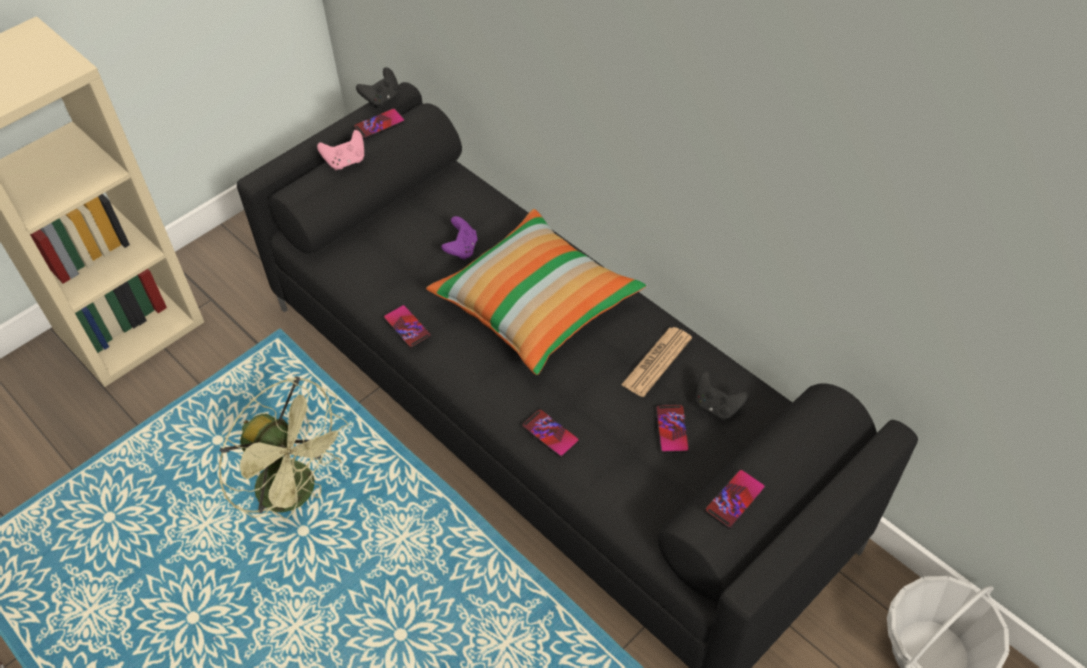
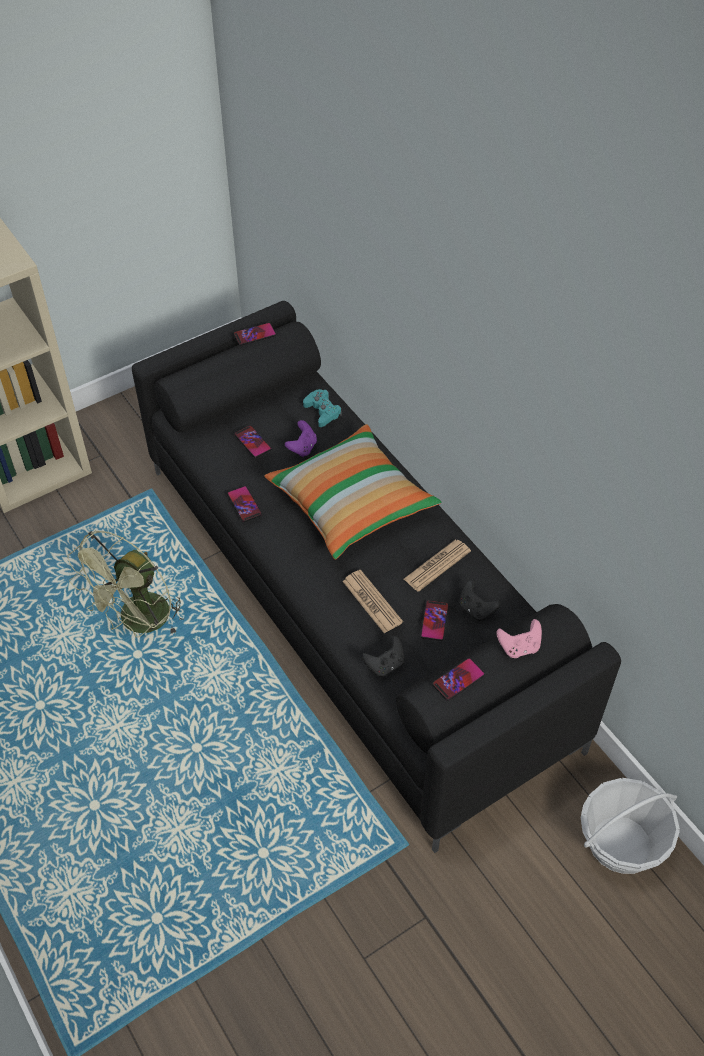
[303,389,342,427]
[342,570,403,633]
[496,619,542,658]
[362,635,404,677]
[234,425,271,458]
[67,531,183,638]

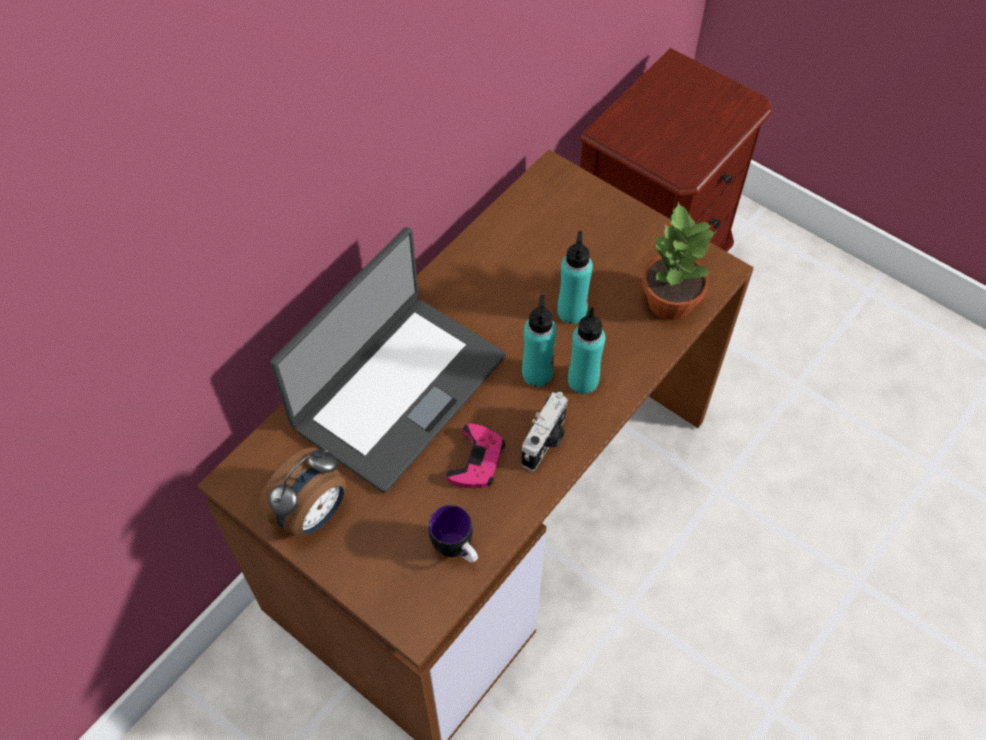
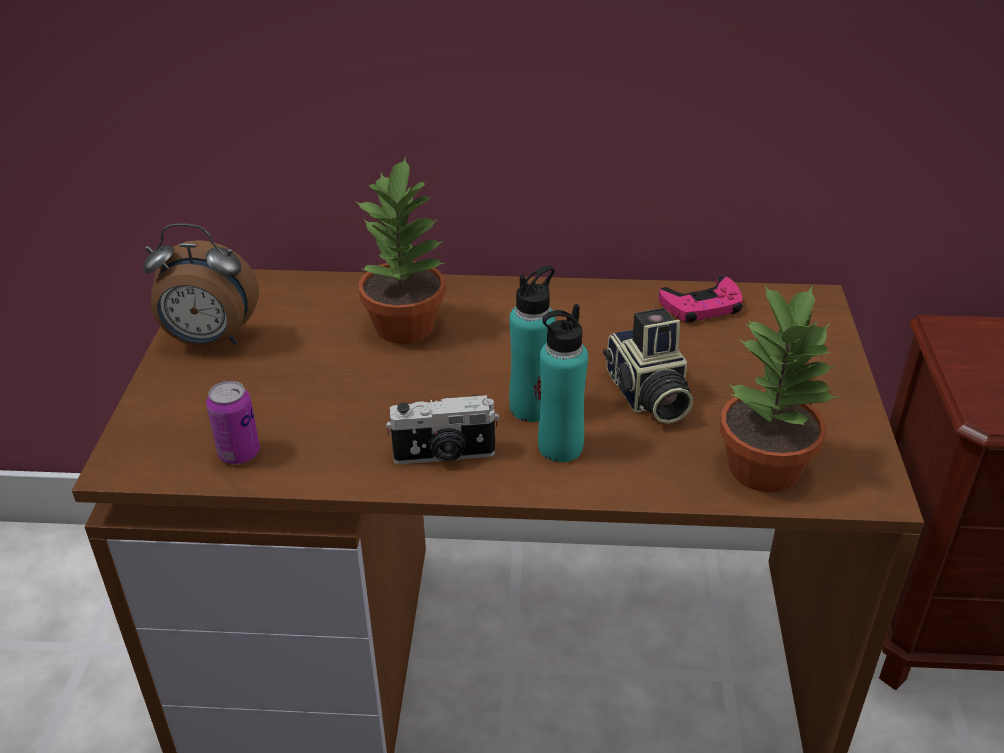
[659,276,743,323]
[355,156,445,344]
[206,381,260,464]
[603,308,693,424]

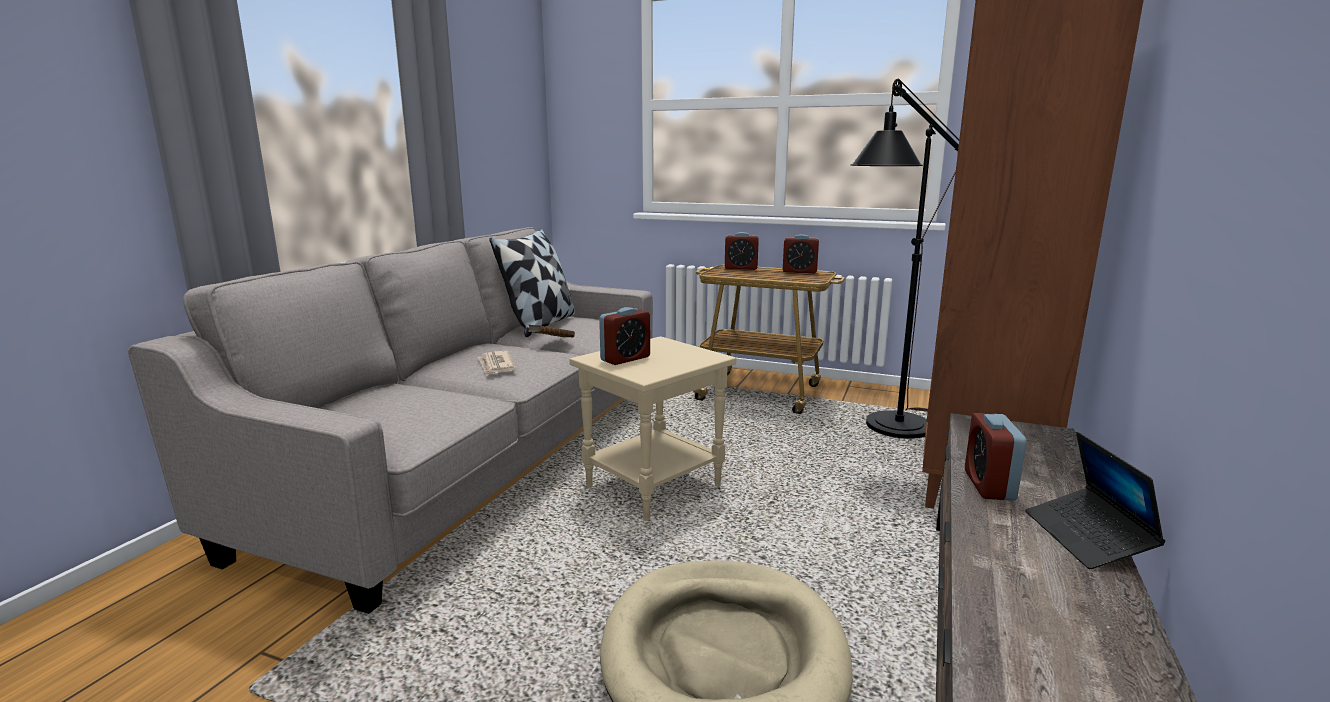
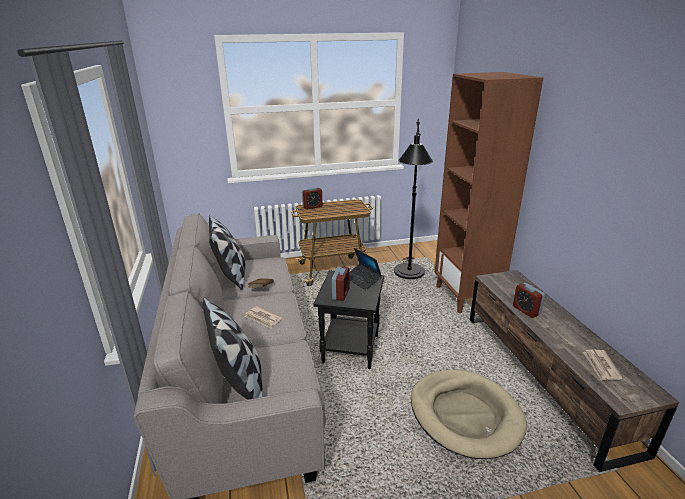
[783,234,819,273] (first image)
[203,297,263,400]
[583,350,623,381]
[349,248,382,290]
[313,270,384,369]

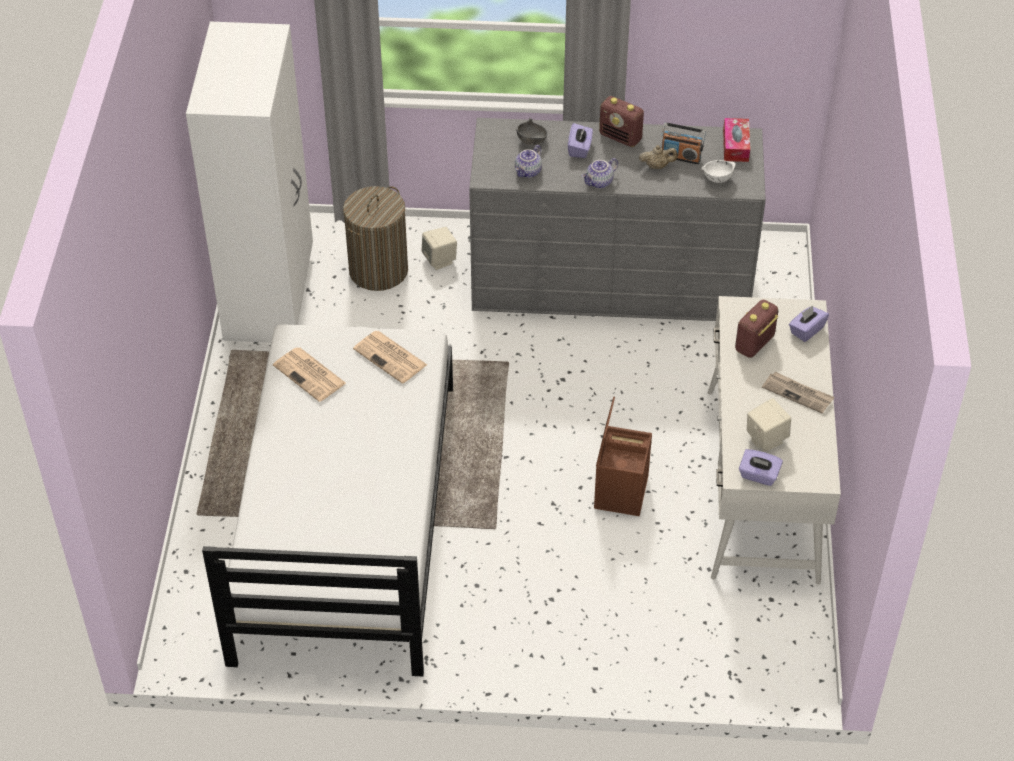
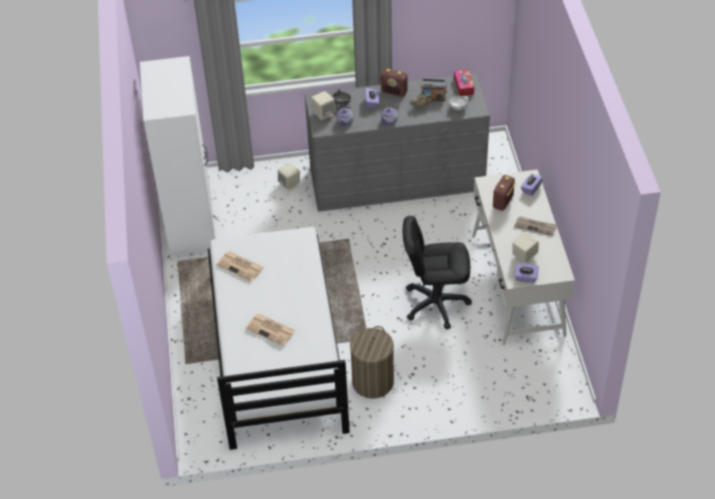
[311,91,336,120]
[350,326,394,399]
[245,314,295,346]
[403,216,472,330]

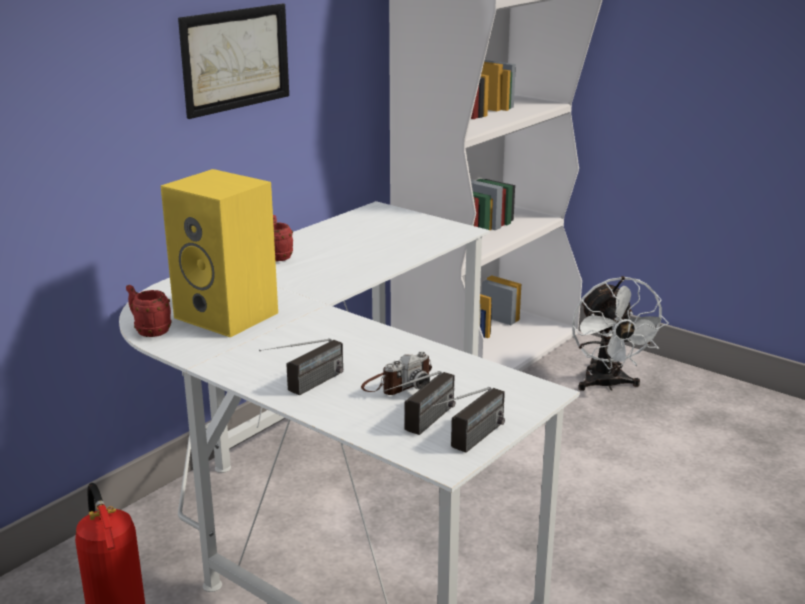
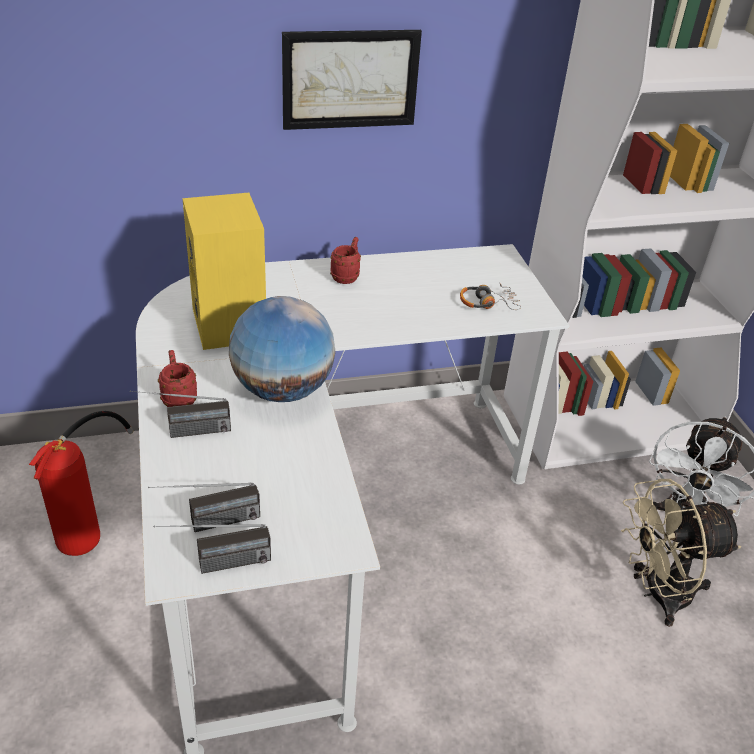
[361,351,432,395] (first image)
[229,296,336,402]
[460,284,521,310]
[621,479,741,627]
[158,350,197,407]

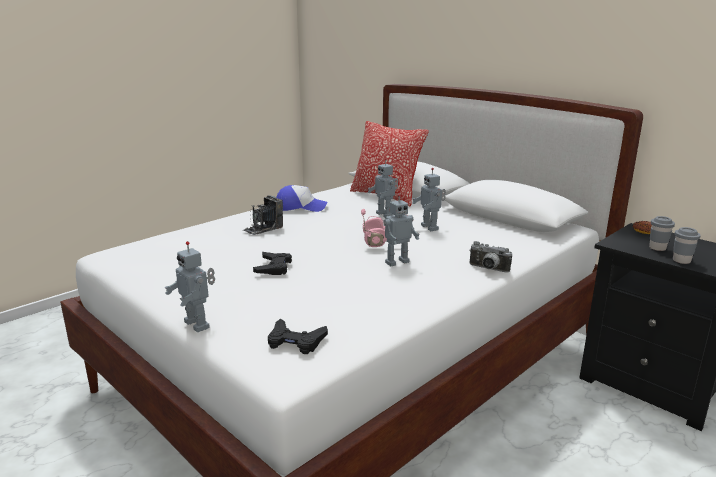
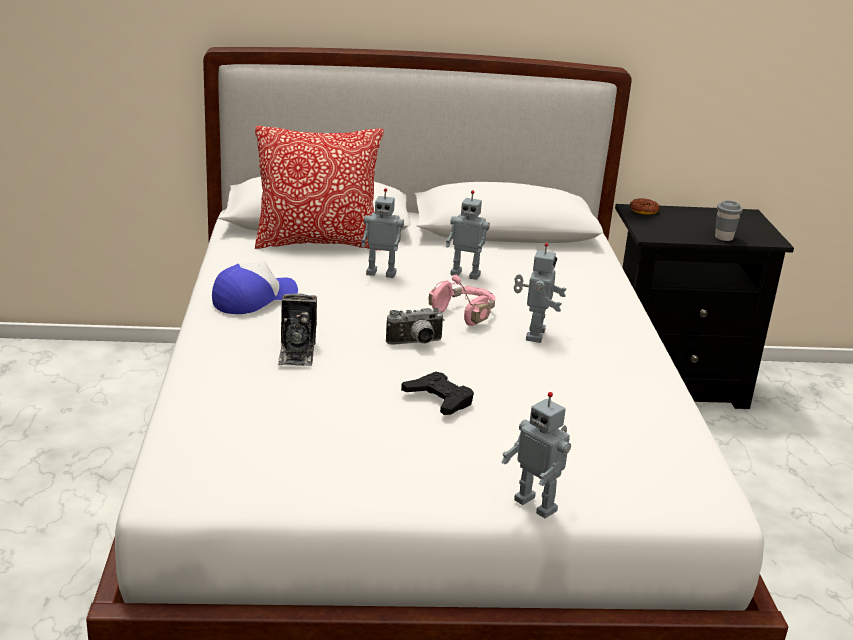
[268,319,328,354] (first image)
[649,216,675,251] (first image)
[386,308,445,345]
[501,392,571,518]

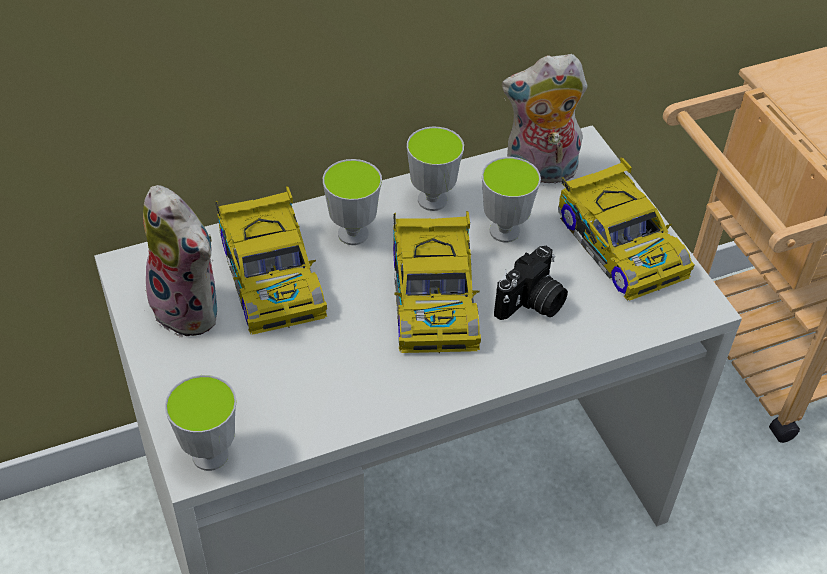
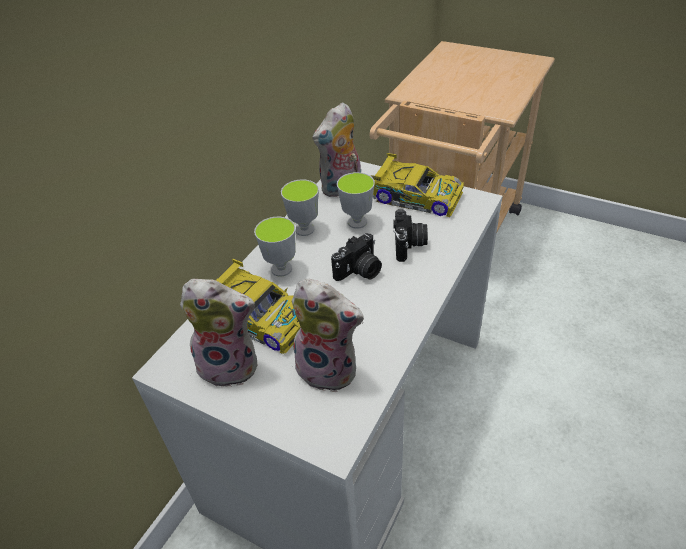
[165,375,237,471] (first image)
[292,279,364,393]
[331,233,382,281]

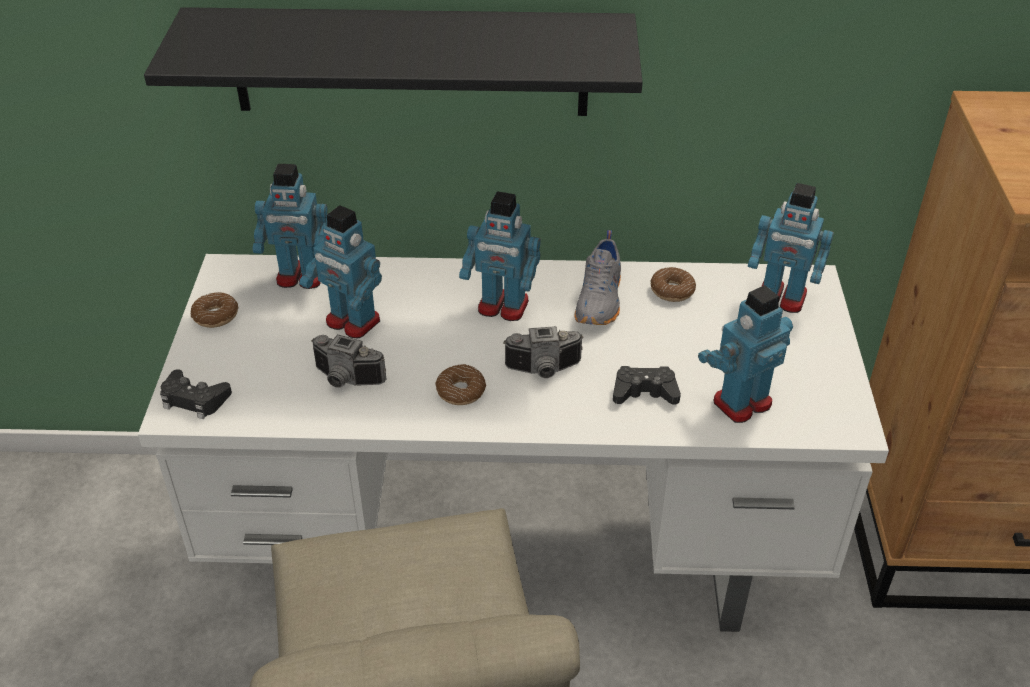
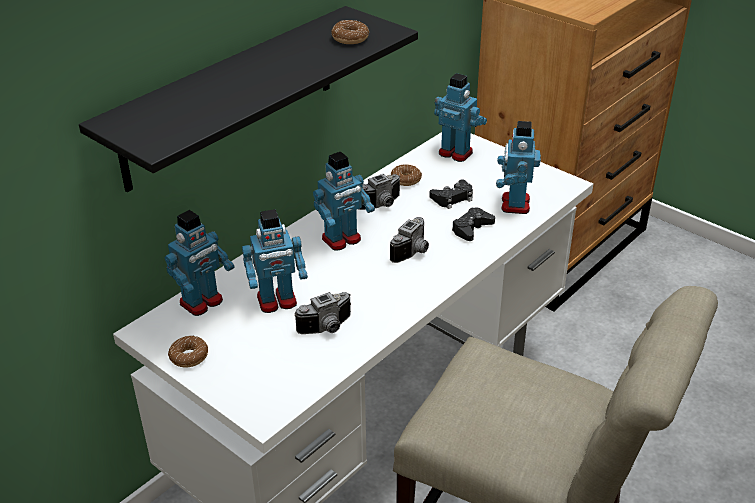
[429,180,473,209]
[331,20,369,44]
[359,174,400,210]
[434,73,487,162]

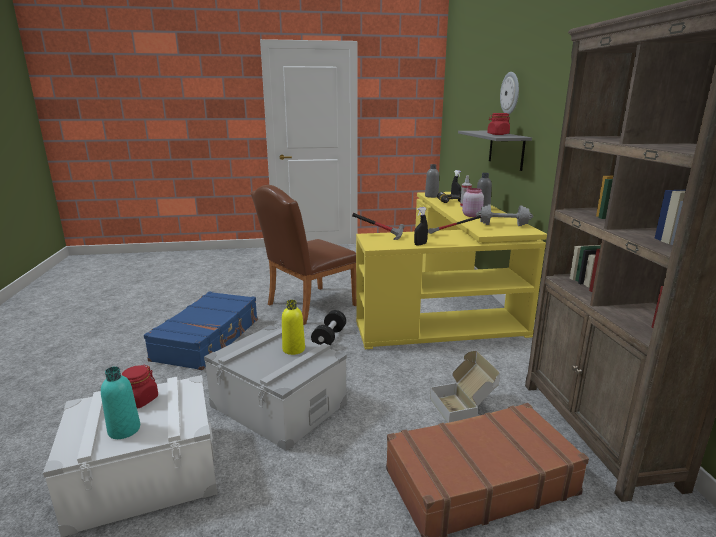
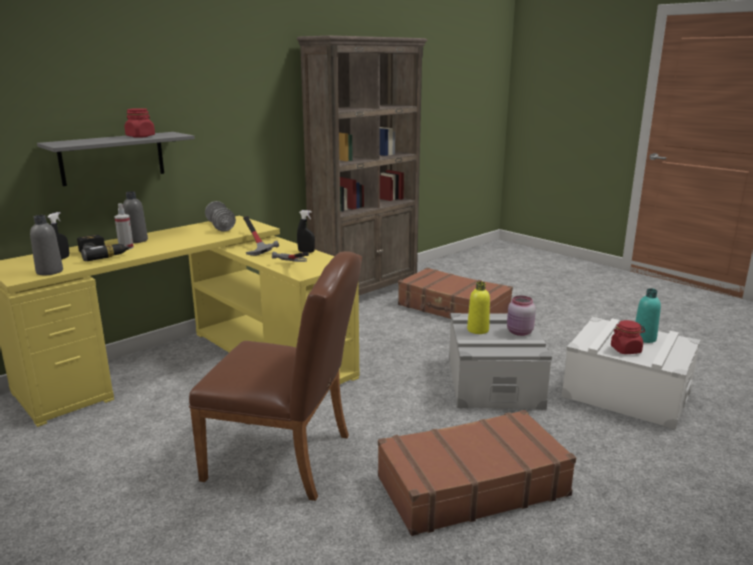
[311,310,346,345] (first image)
[430,351,500,423] (first image)
[500,72,519,114] (first image)
[507,296,536,336]
[378,410,576,536]

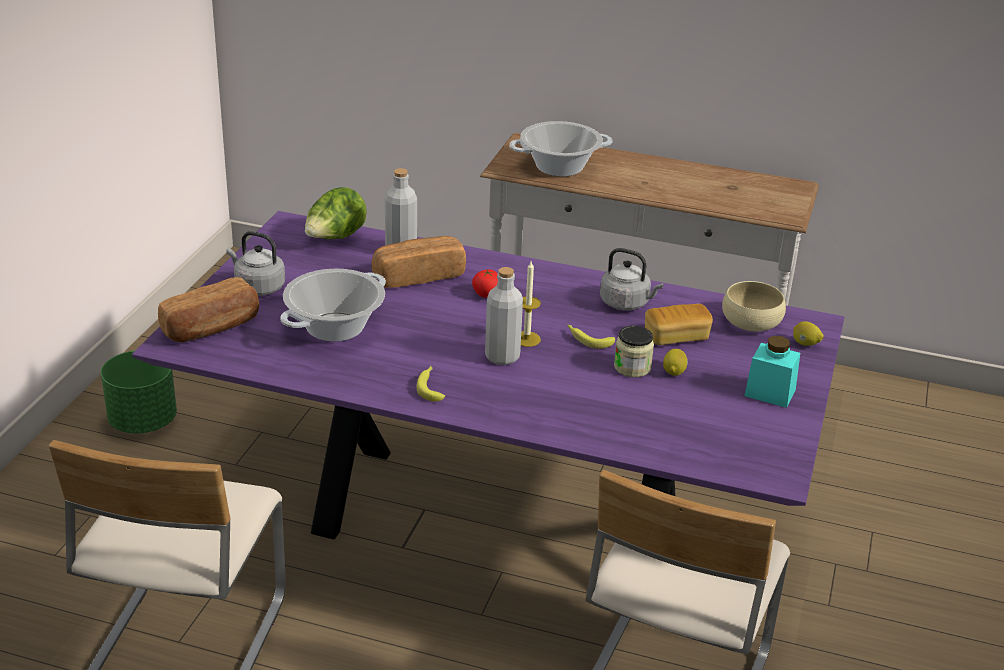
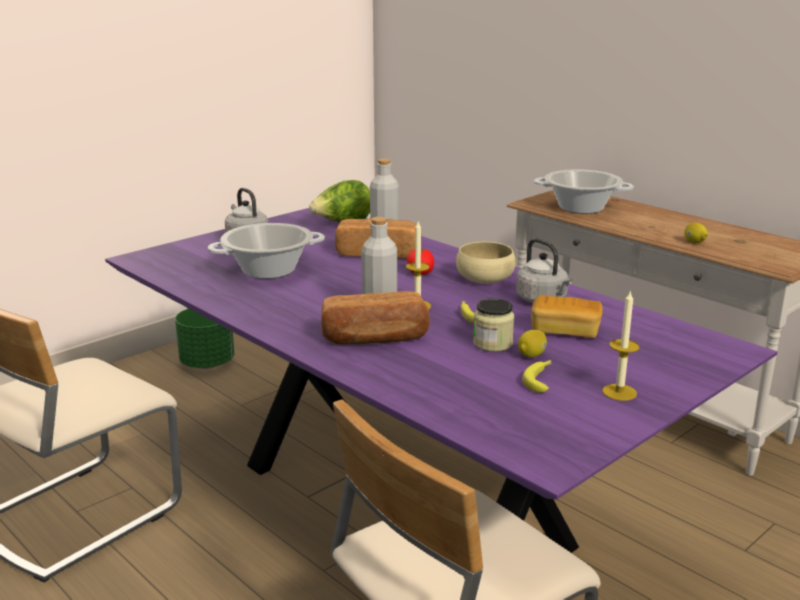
[321,291,430,345]
[522,360,551,393]
[456,242,516,284]
[684,223,708,243]
[602,290,640,401]

